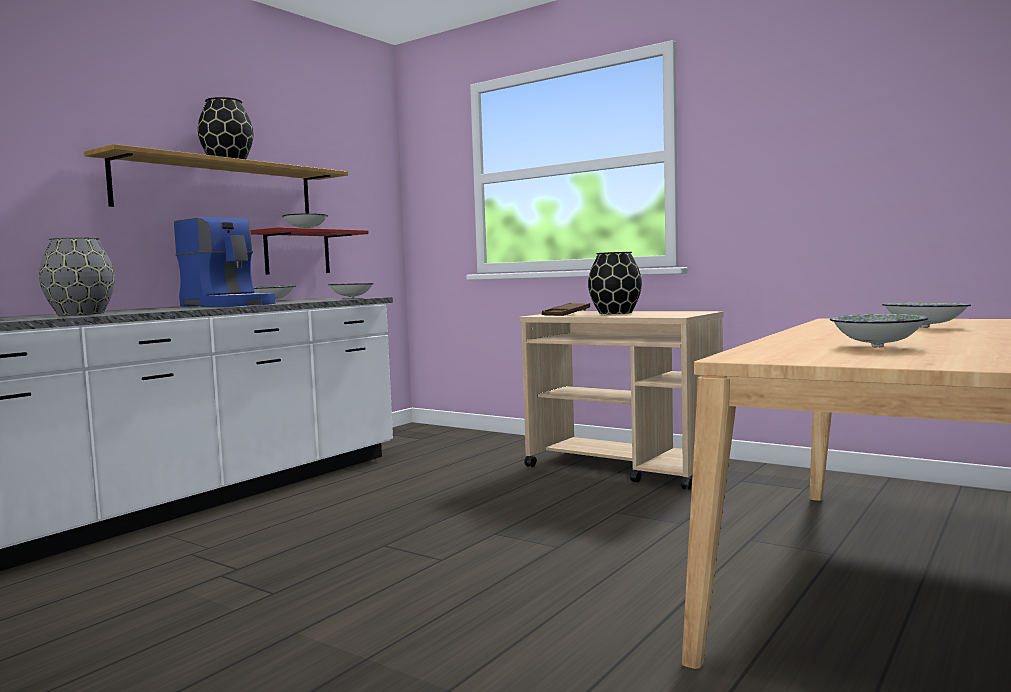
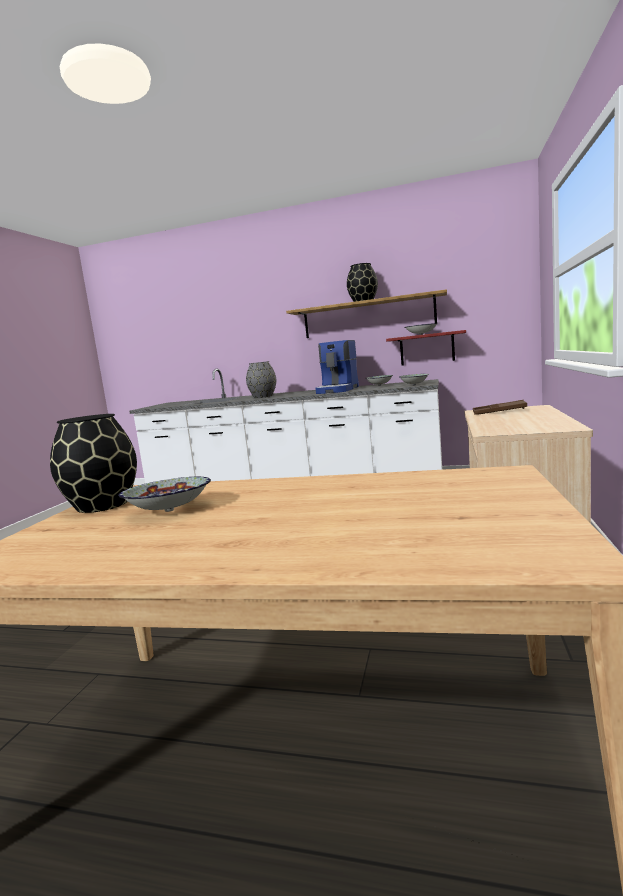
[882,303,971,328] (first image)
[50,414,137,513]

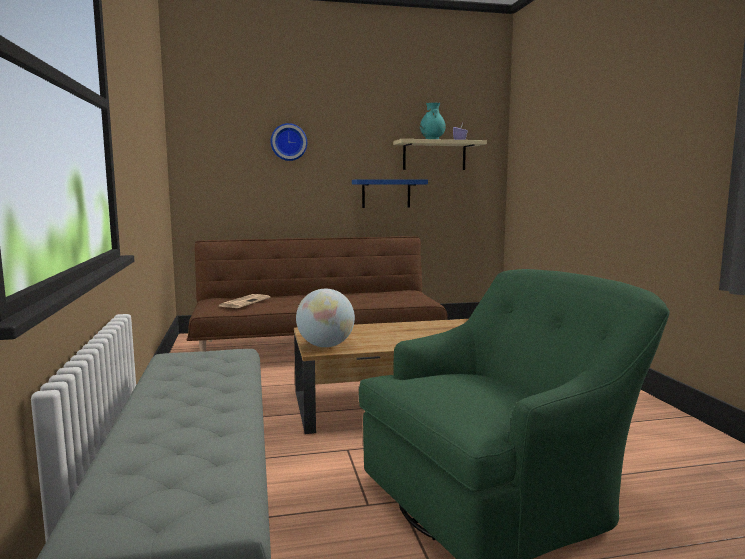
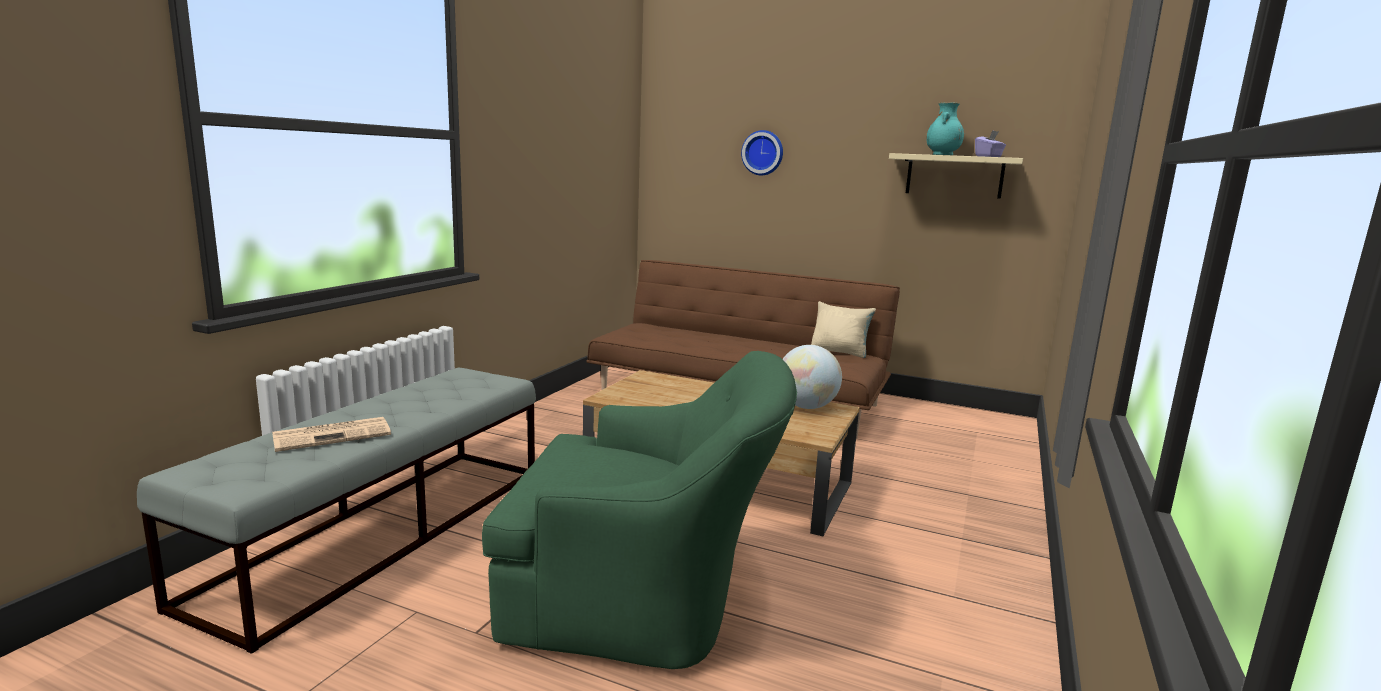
[352,179,428,208] (first image)
[811,301,876,358]
[272,417,391,452]
[783,345,842,409]

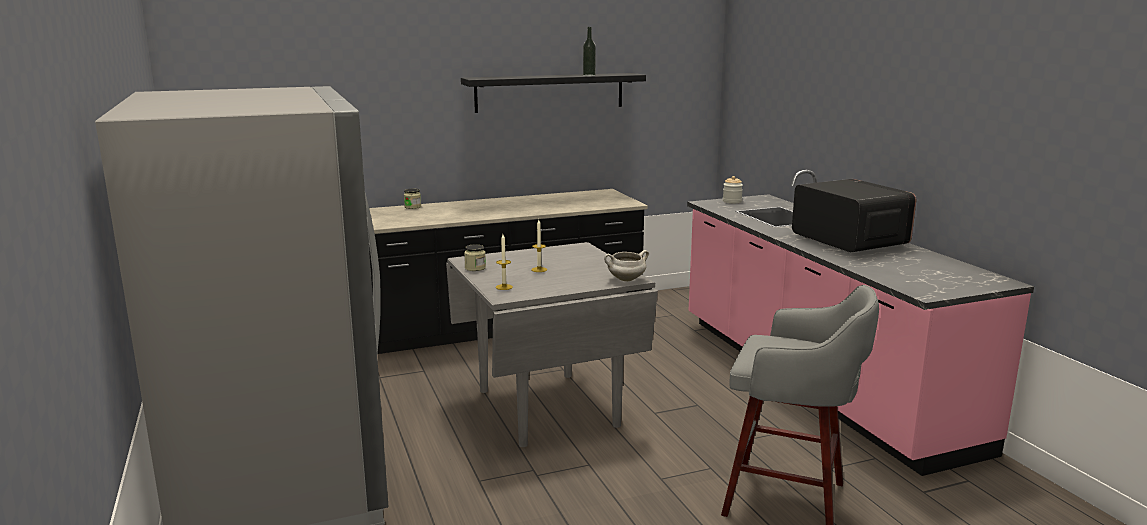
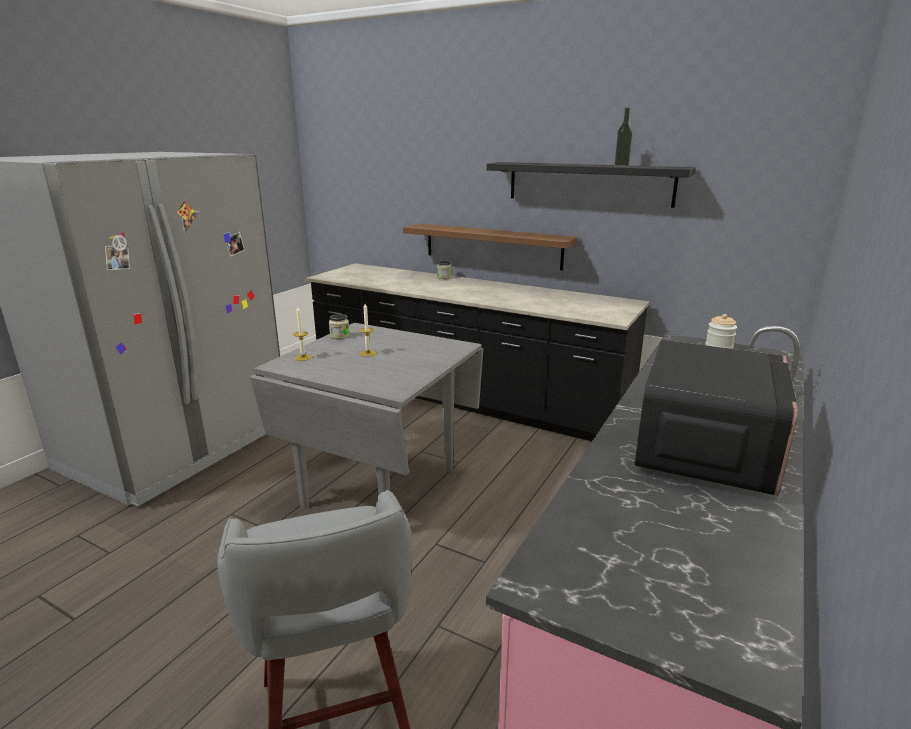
[604,250,649,281] (first image)
[403,223,578,270]

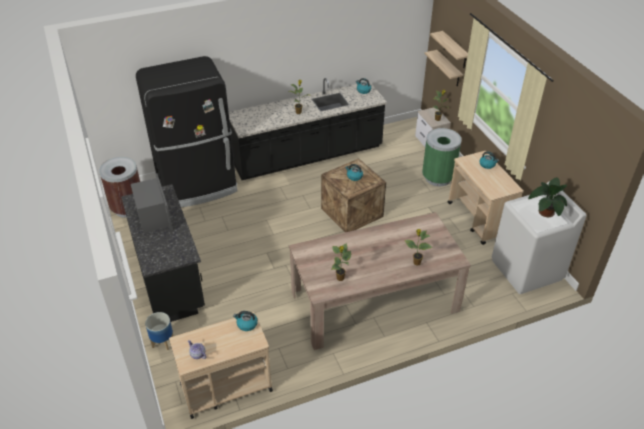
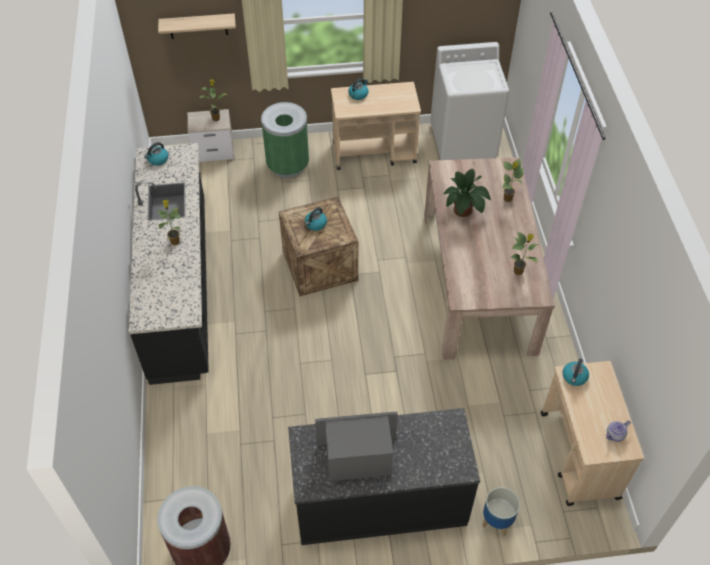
[136,56,237,208] (first image)
[425,50,463,87] (first image)
[444,169,491,217]

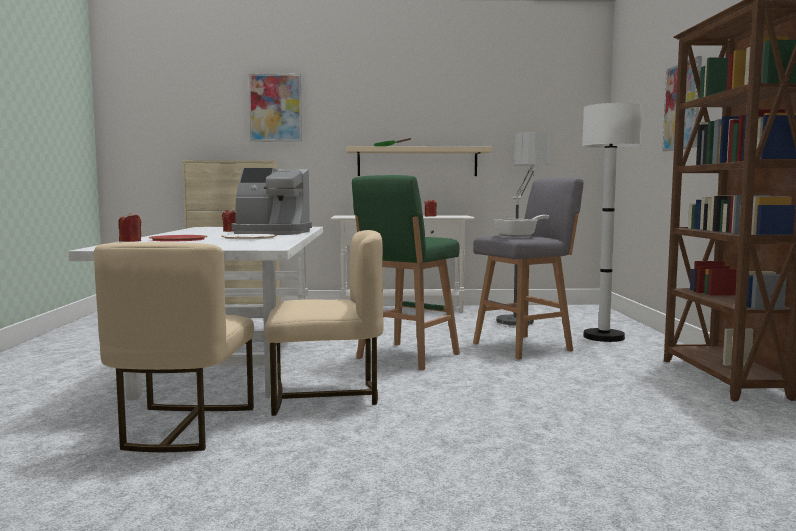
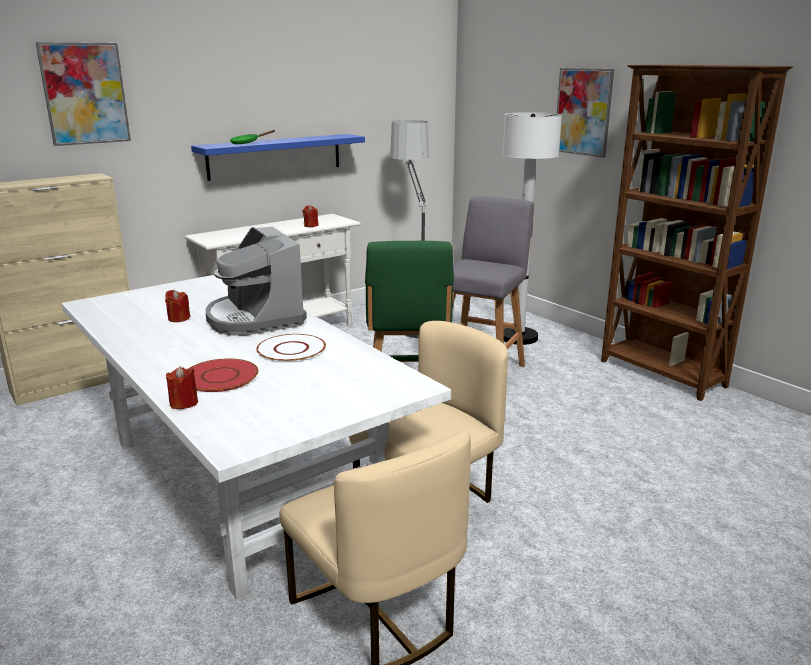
[494,215,550,237] (first image)
[191,134,365,181]
[206,227,307,336]

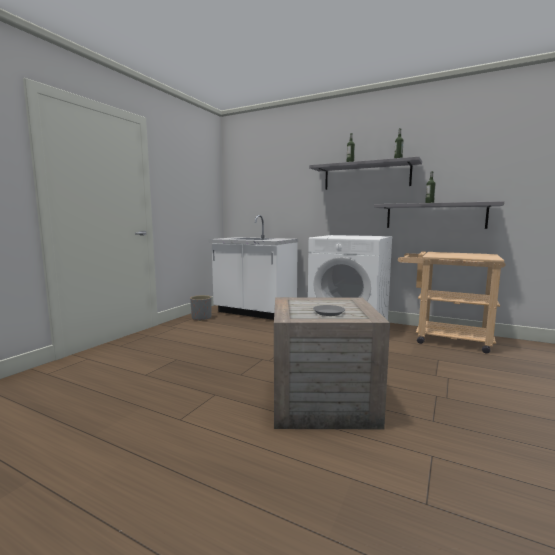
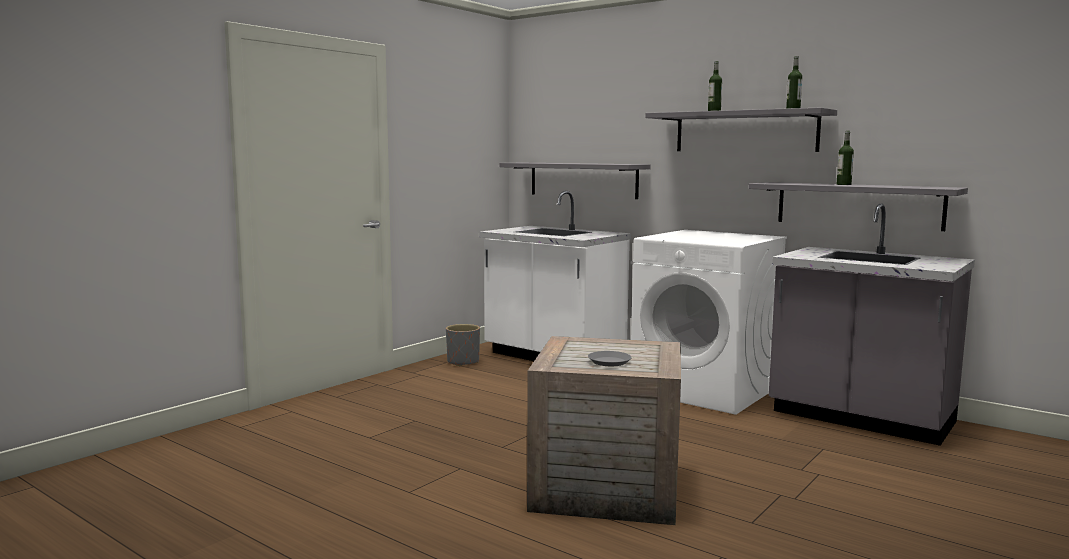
[499,163,651,199]
[769,204,975,446]

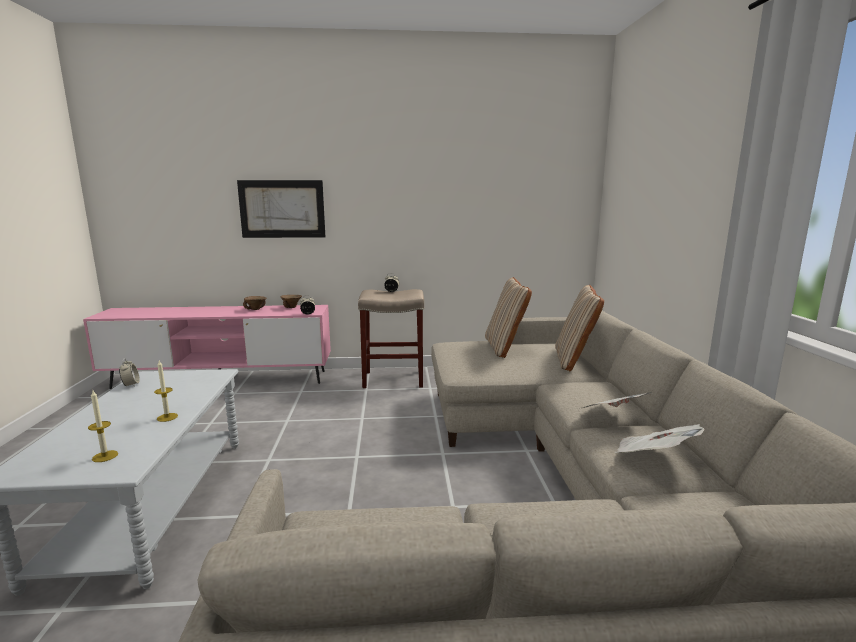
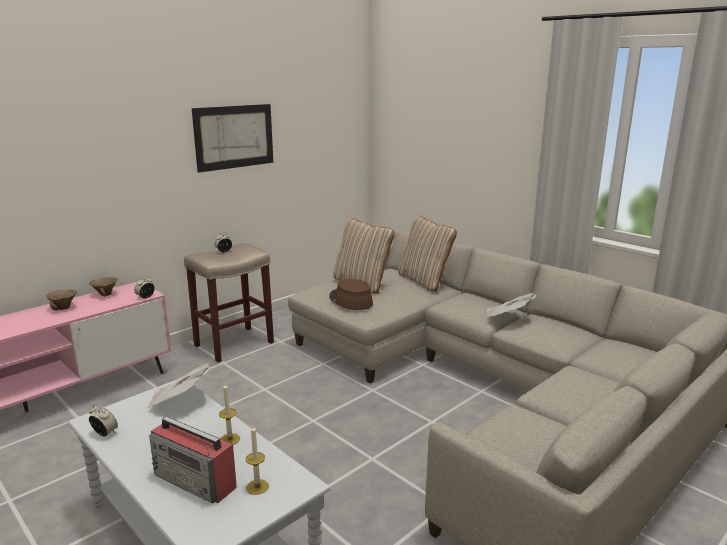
[149,417,237,503]
[329,279,373,310]
[192,104,273,173]
[147,363,210,408]

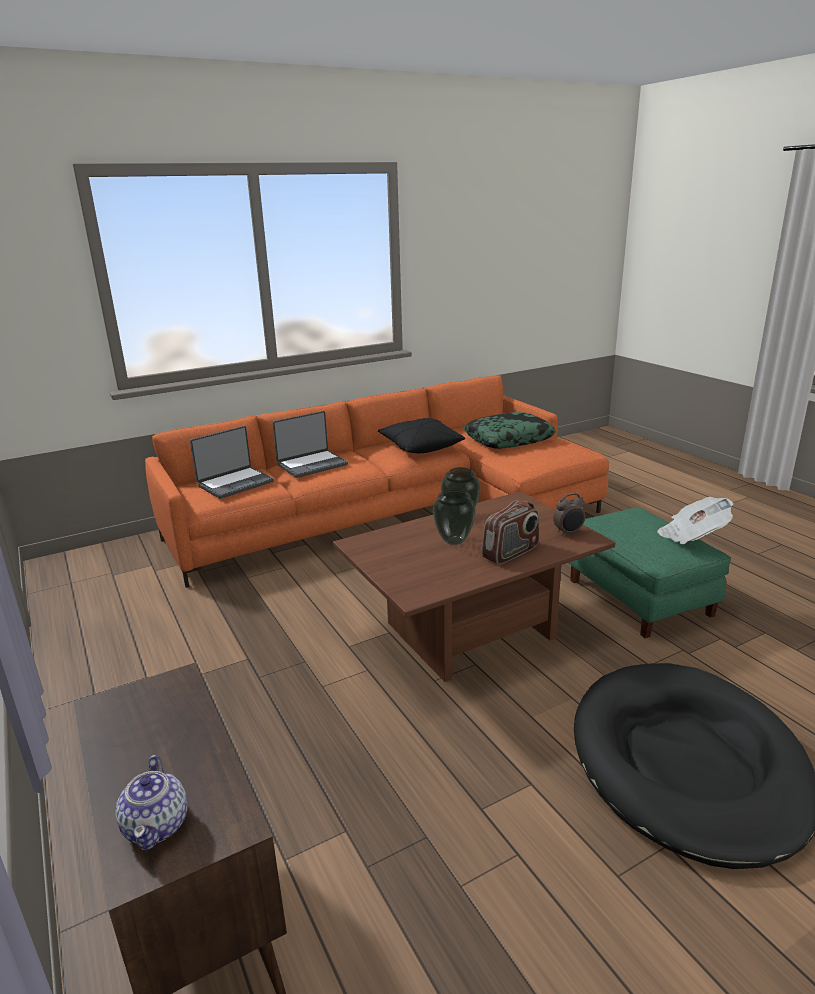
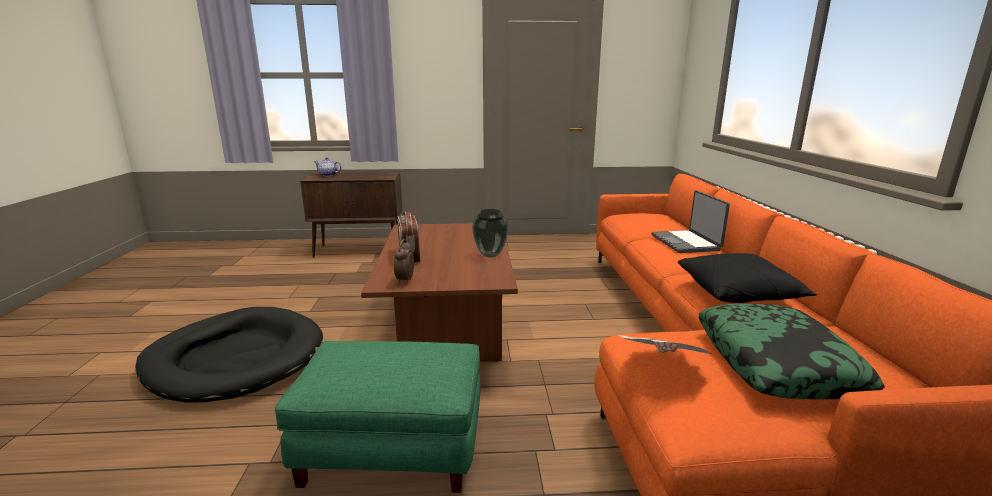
[190,426,274,499] (first image)
[433,488,476,545] (first image)
[618,335,712,354]

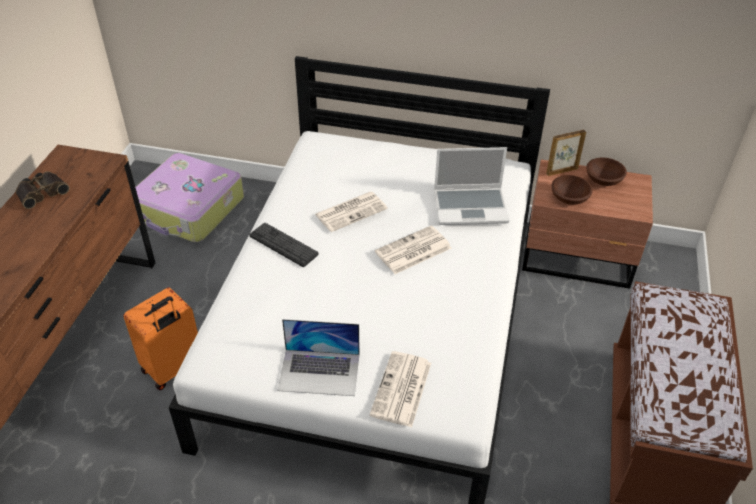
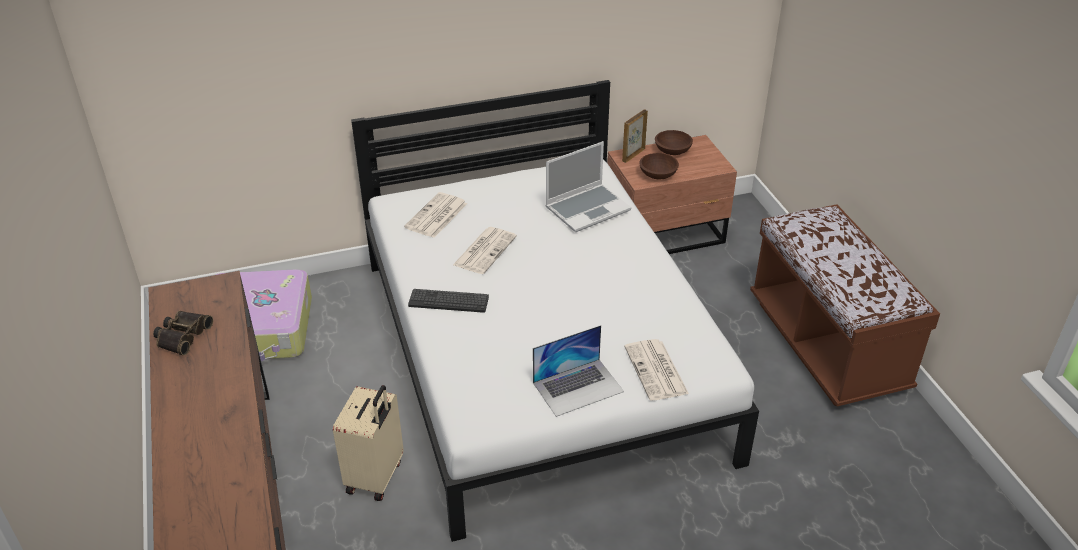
[404,192,467,238]
[333,385,404,501]

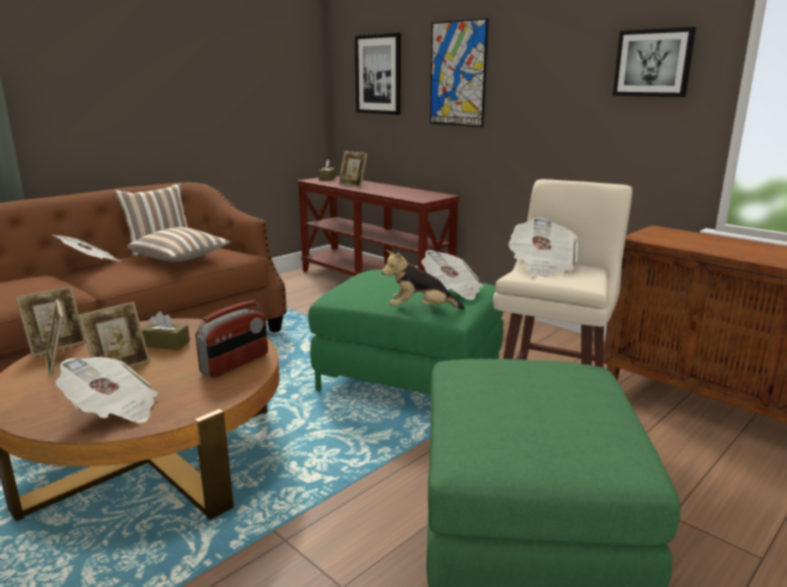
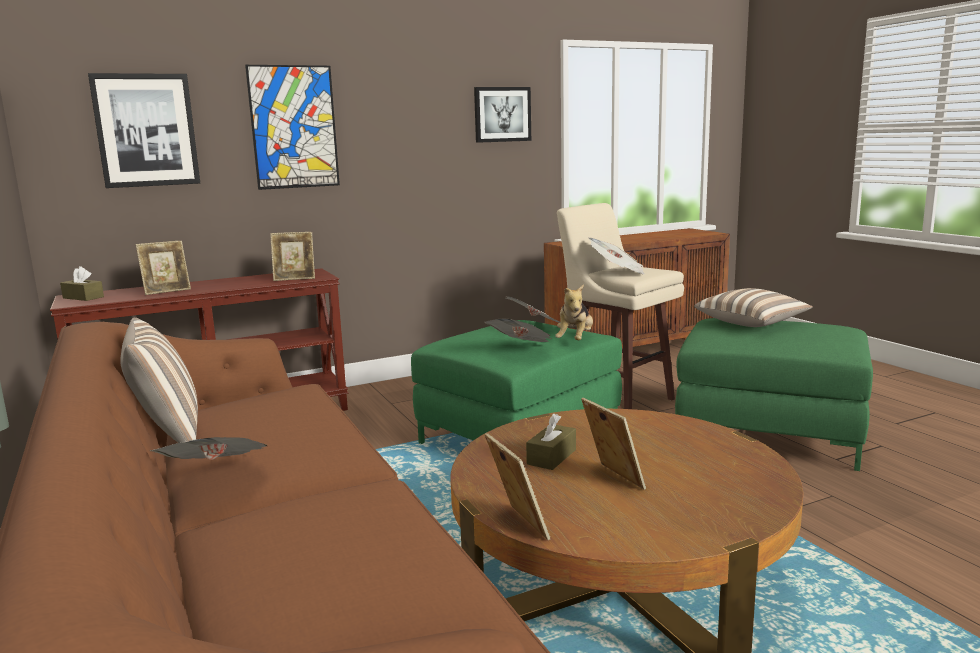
[195,300,268,378] (first image)
[270,232,315,281]
[484,319,551,342]
[694,288,813,327]

